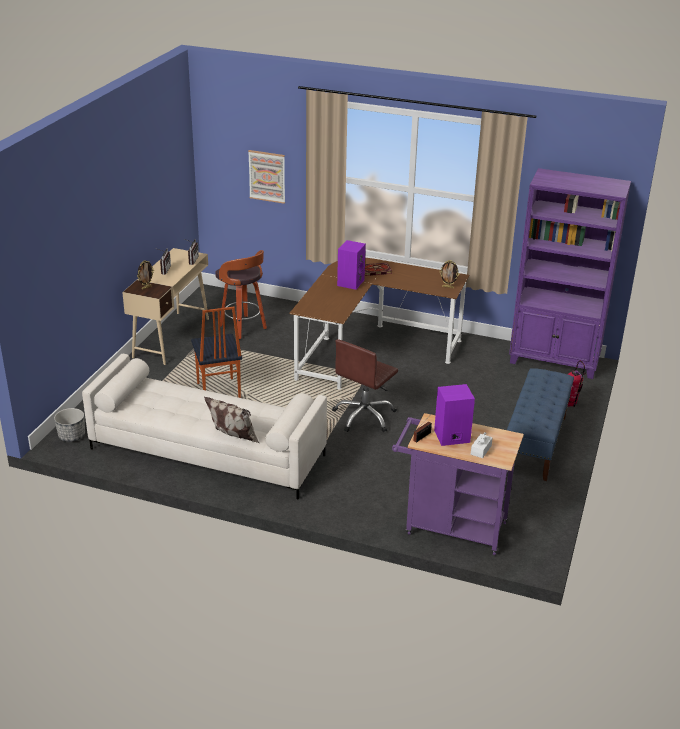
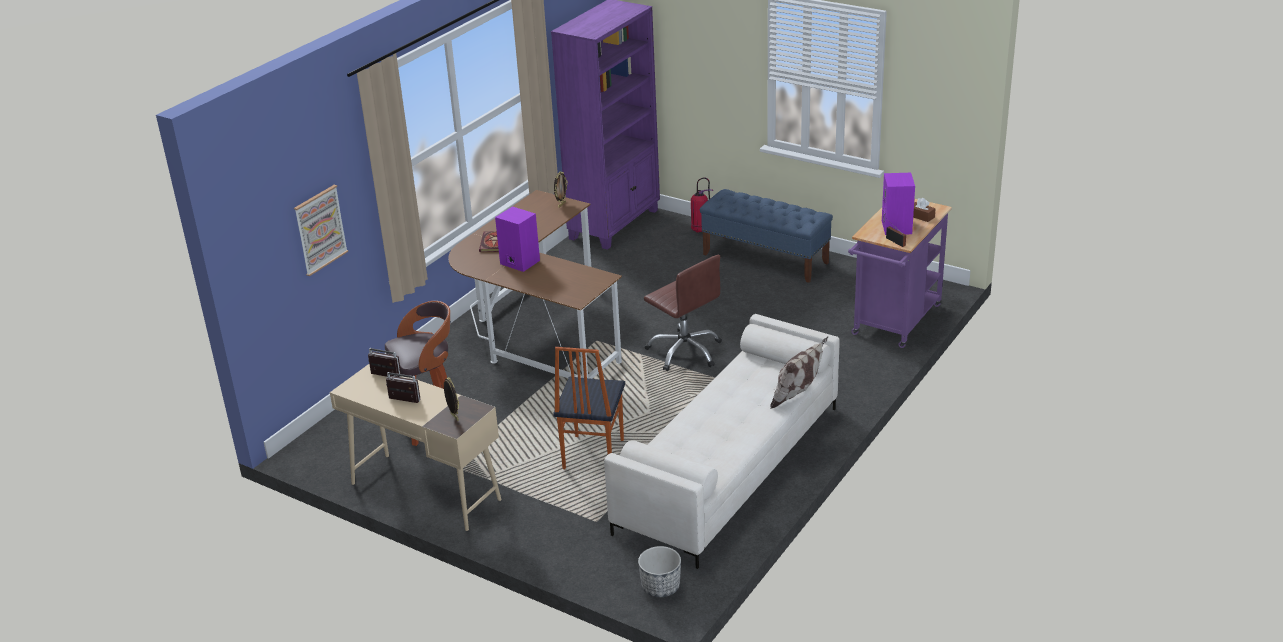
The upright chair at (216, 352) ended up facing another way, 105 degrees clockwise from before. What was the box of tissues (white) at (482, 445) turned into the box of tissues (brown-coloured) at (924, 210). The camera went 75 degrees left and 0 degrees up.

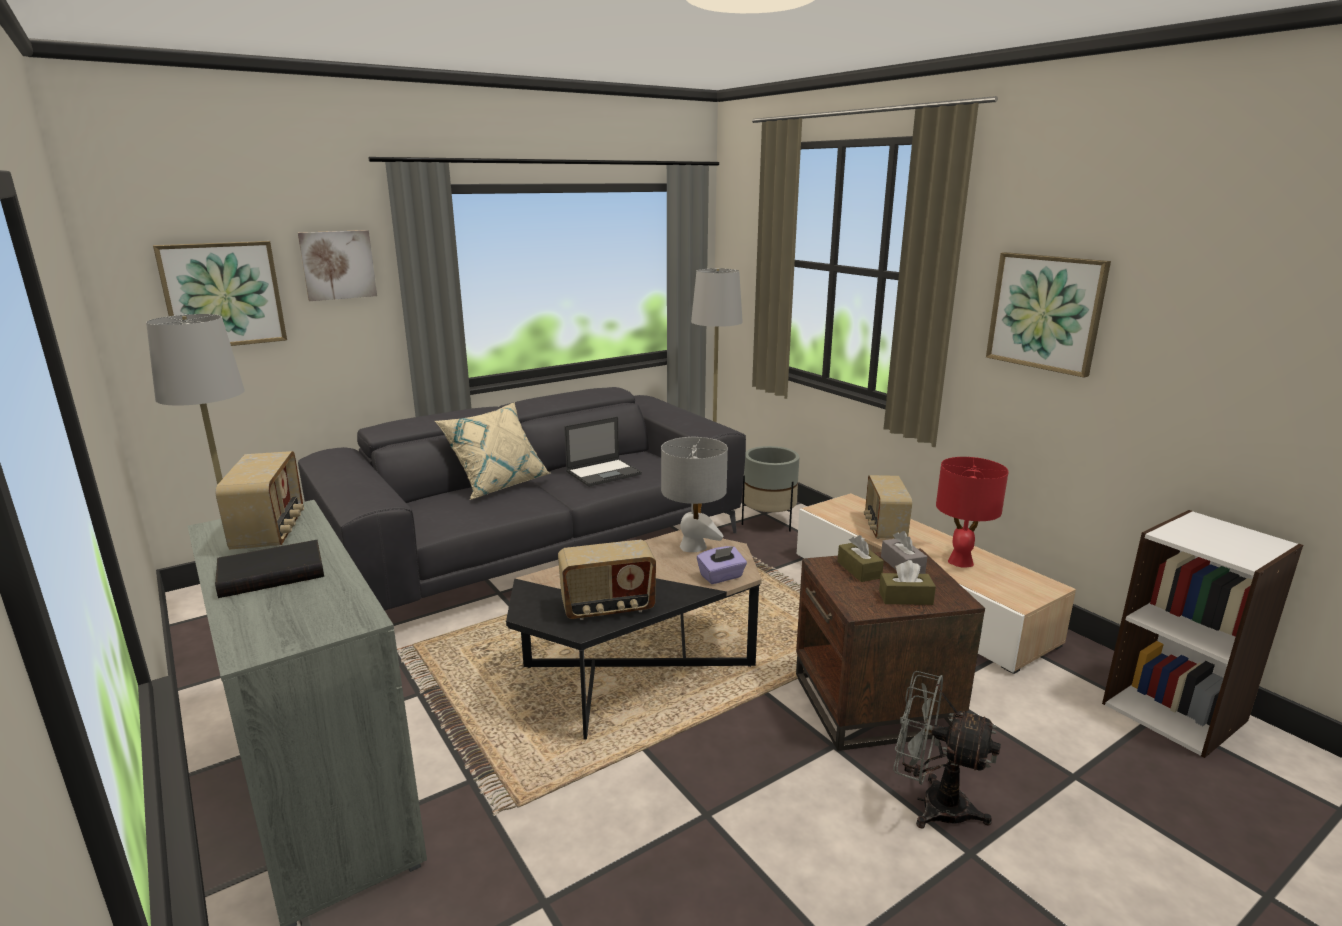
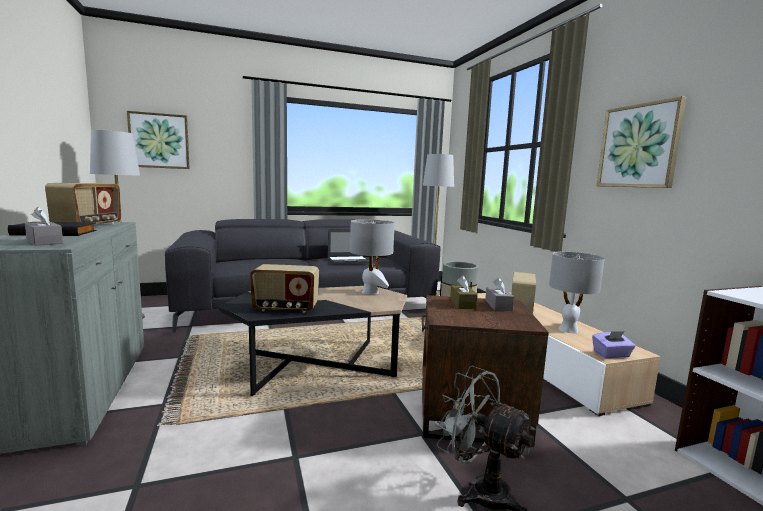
The second view lost the wall art at (337, 265). The second view lost the pillow (beige-coloured) at (492, 451). The box of tissues (purplish) ended up elsewhere, having gone from (722, 565) to (614, 344). The second view lost the box of tissues (brown-coloured) at (907, 582). What was the table lamp (red-coloured) at (972, 512) turned into the table lamp (greyish) at (577, 292). The second view gained the box of tissues (greyish) at (44, 226). The camera went 15 degrees right and 10 degrees down.

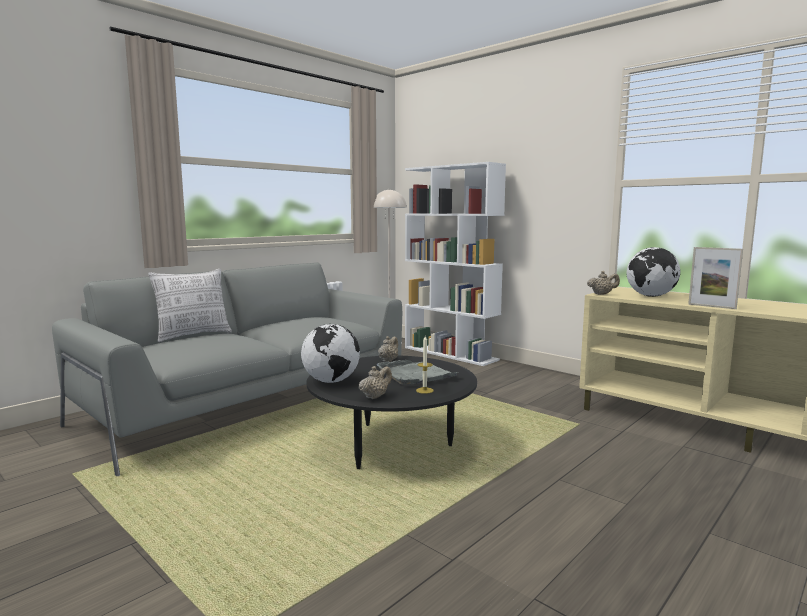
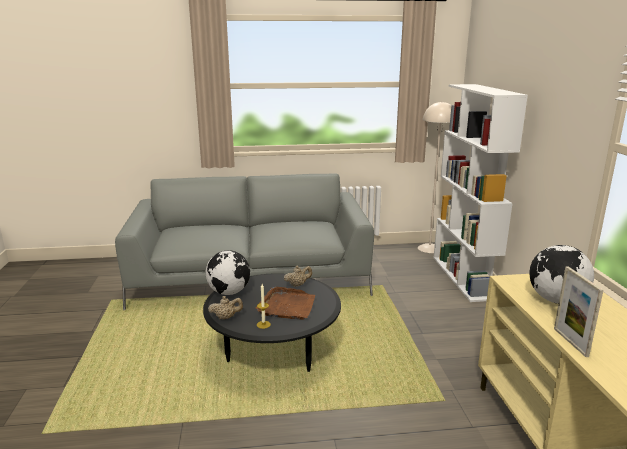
The second view lost the pillow at (190, 305). What was the carrying tray (greyish) at (418, 372) turned into the carrying tray (brown-coloured) at (285, 303). The second view lost the teapot (beige-coloured) at (603, 283). The camera went 40 degrees right and 10 degrees up.

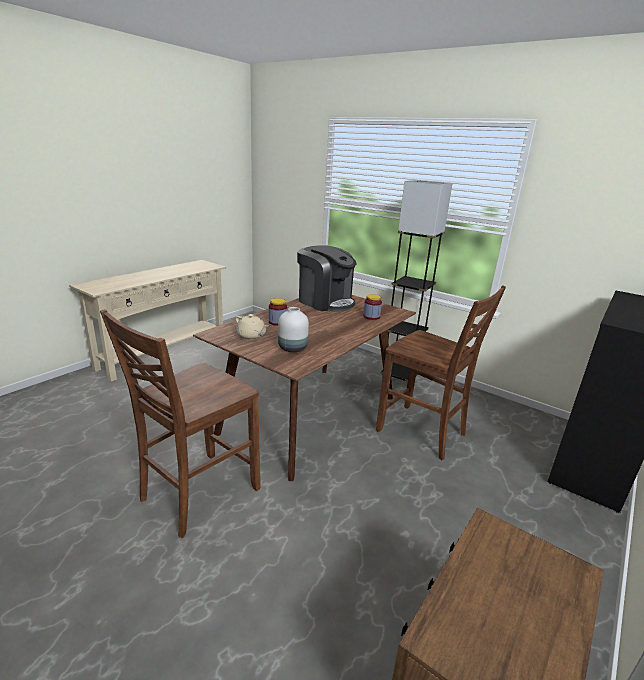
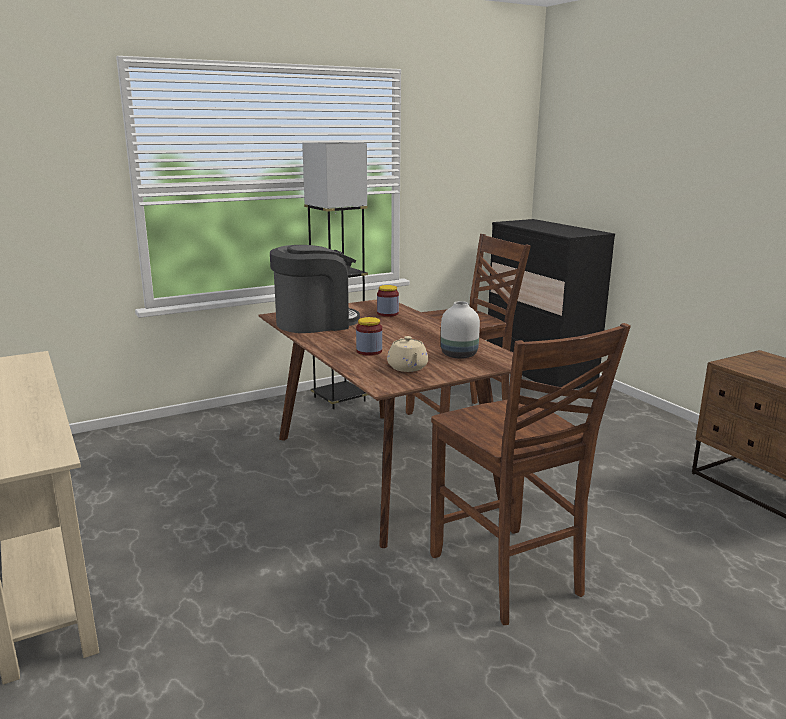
The teapot (beige-coloured) at (252, 327) ended up facing another way, 105 degrees clockwise from before. The camera went 65 degrees left and 5 degrees down.

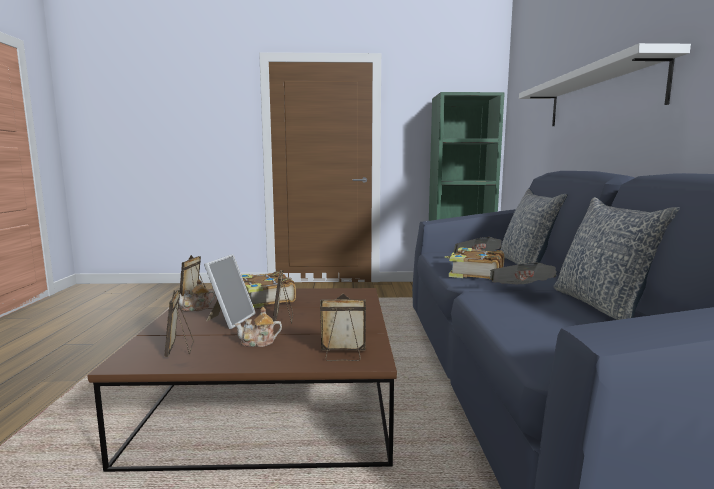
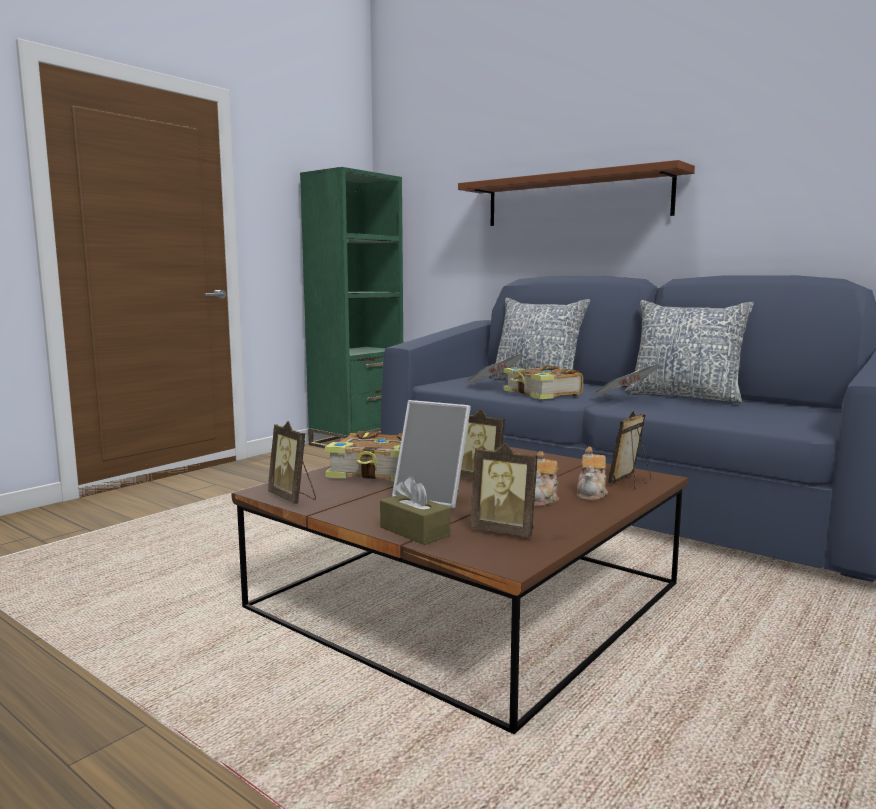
The teapot ended up elsewhere, having gone from (197, 295) to (592, 474). The picture frame at (230, 291) ended up facing another way, 150 degrees clockwise from before. What was the shelf (white) at (605, 84) turned into the shelf (brown-coloured) at (576, 193). The second view gained the box of tissues (brown-coloured) at (415, 510). The camera went 50 degrees left and 0 degrees up.

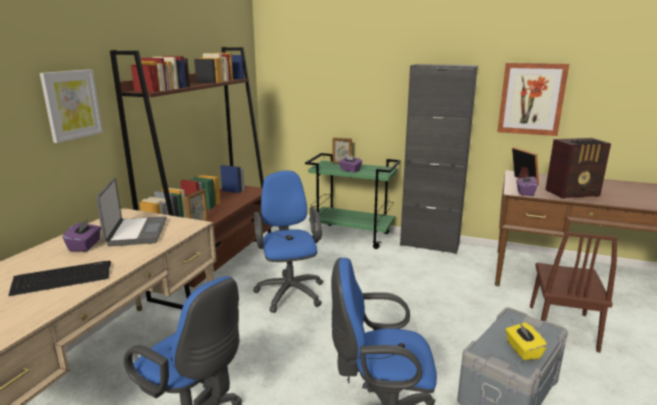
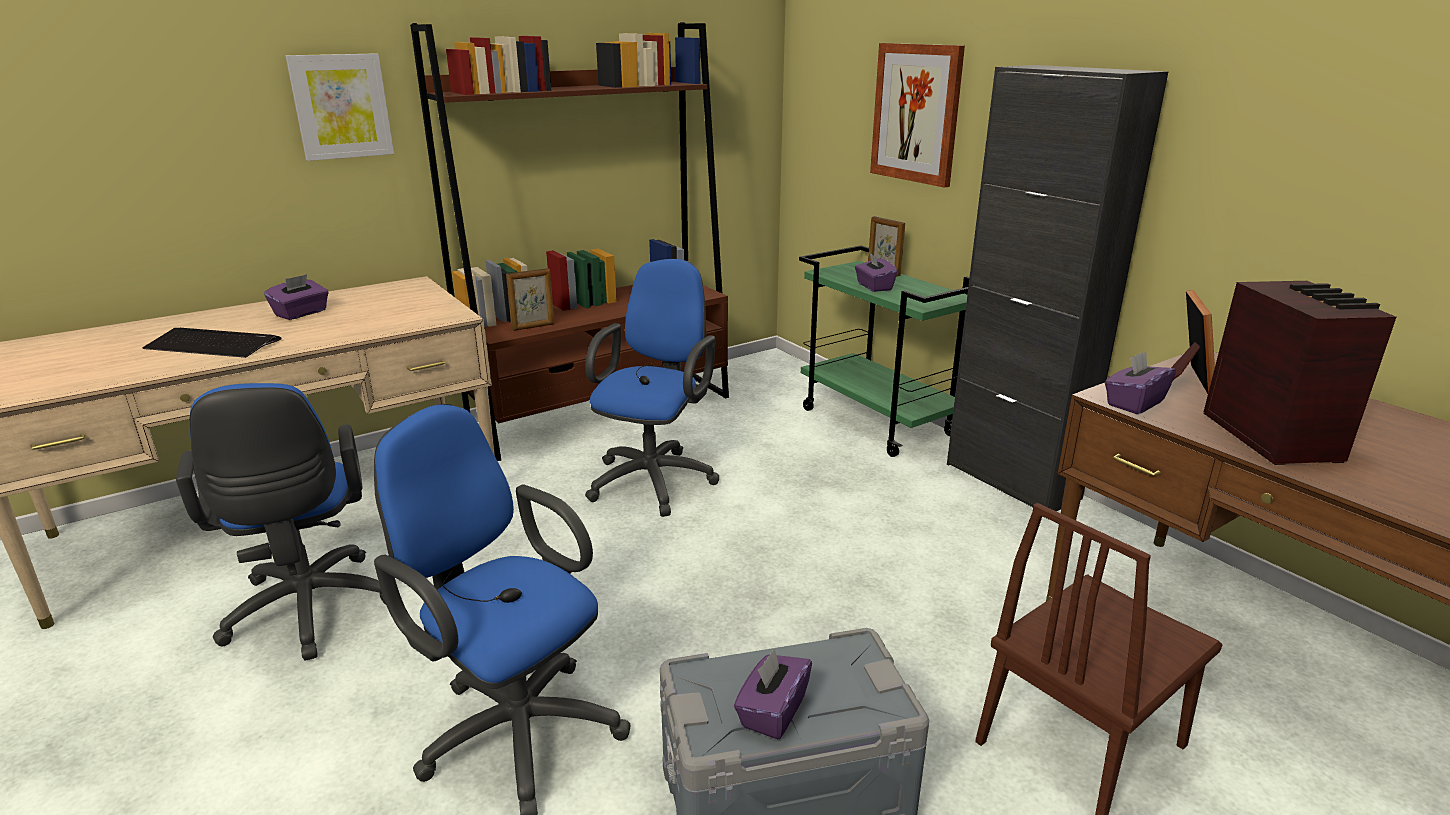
The second view lost the laptop at (131, 212). The wall art ended up elsewhere, having gone from (533, 99) to (917, 115). What was the box of tissues (yellowish) at (526, 341) turned into the box of tissues (purplish) at (773, 694). The radio set at (578, 168) ended up facing another way, 120 degrees counterclockwise from before. The camera went 35 degrees right and 5 degrees up.

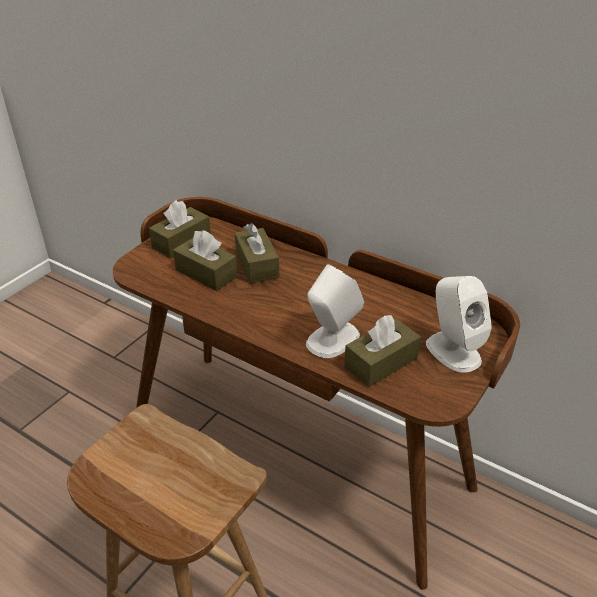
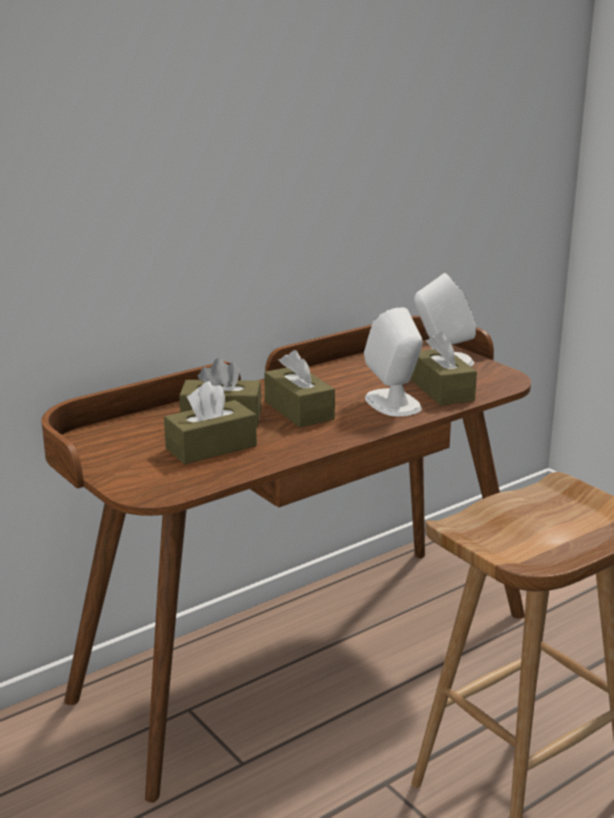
The box of tissues (brown-coloured) ended up elsewhere, having gone from (180, 229) to (299, 388). The camera went 70 degrees left and 15 degrees down.

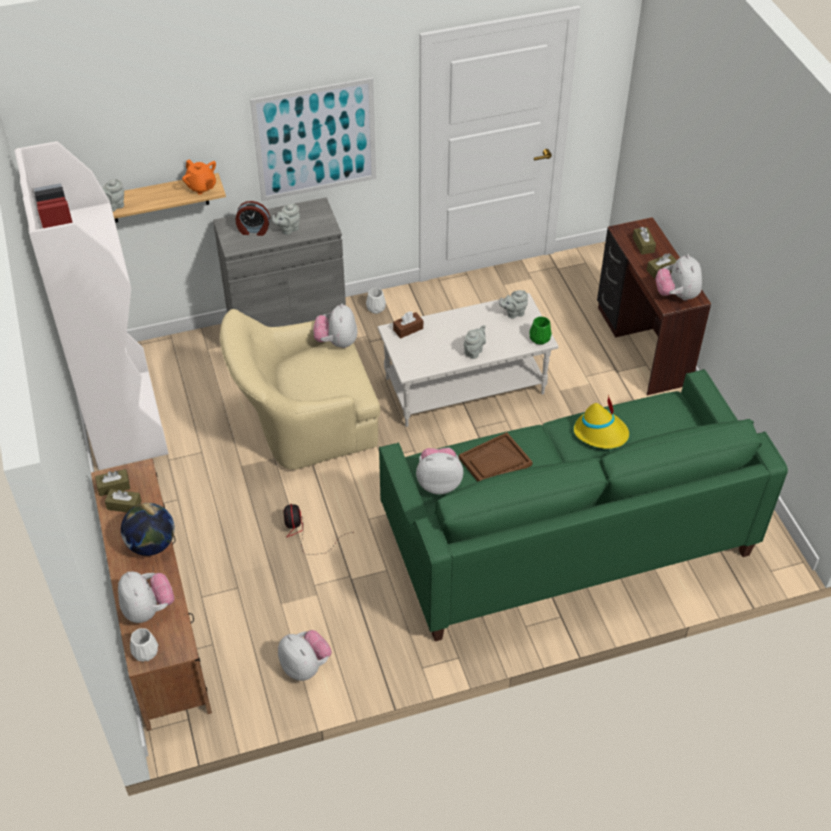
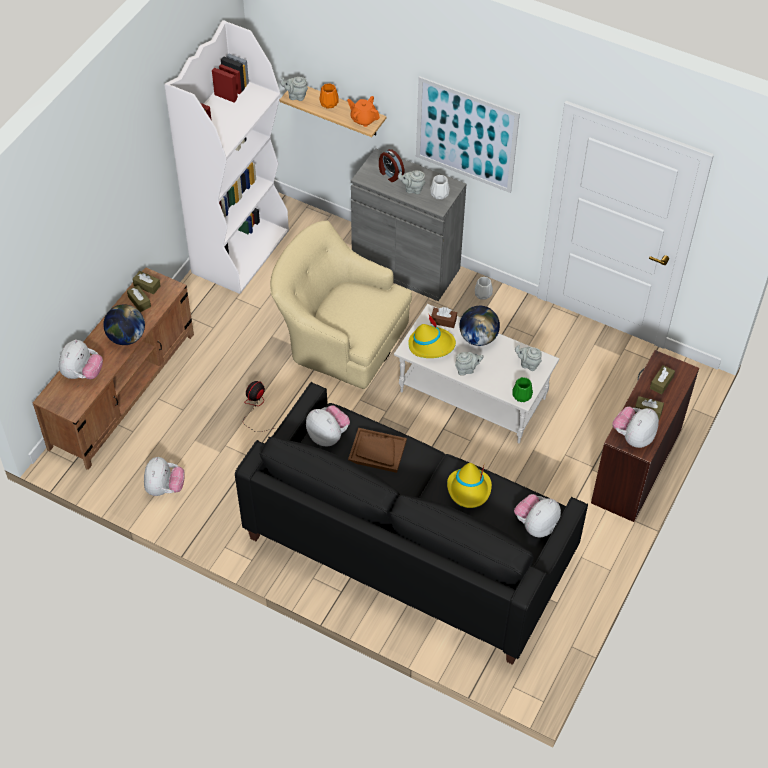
The vase (white) ended up elsewhere, having gone from (144, 645) to (440, 187). The teapot (orange-coloured) at (199, 177) ended up facing another way, 120 degrees clockwise from before. The plush toy ended up elsewhere, having gone from (335, 325) to (537, 515). What was the couch (green) at (583, 505) turned into the couch (black) at (411, 523). The second view gained the vase (orange-coloured) at (329, 96). The second view gained the clothing hat (yellowish) at (432, 336). The second view gained the world globe at (479, 326). The camera went 45 degrees right and 5 degrees up.

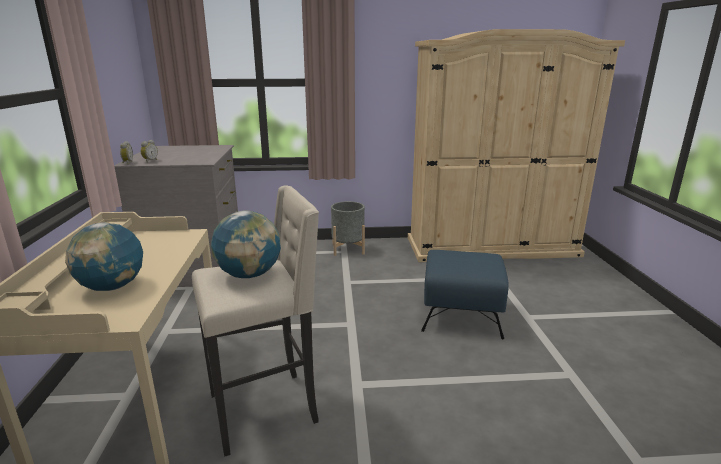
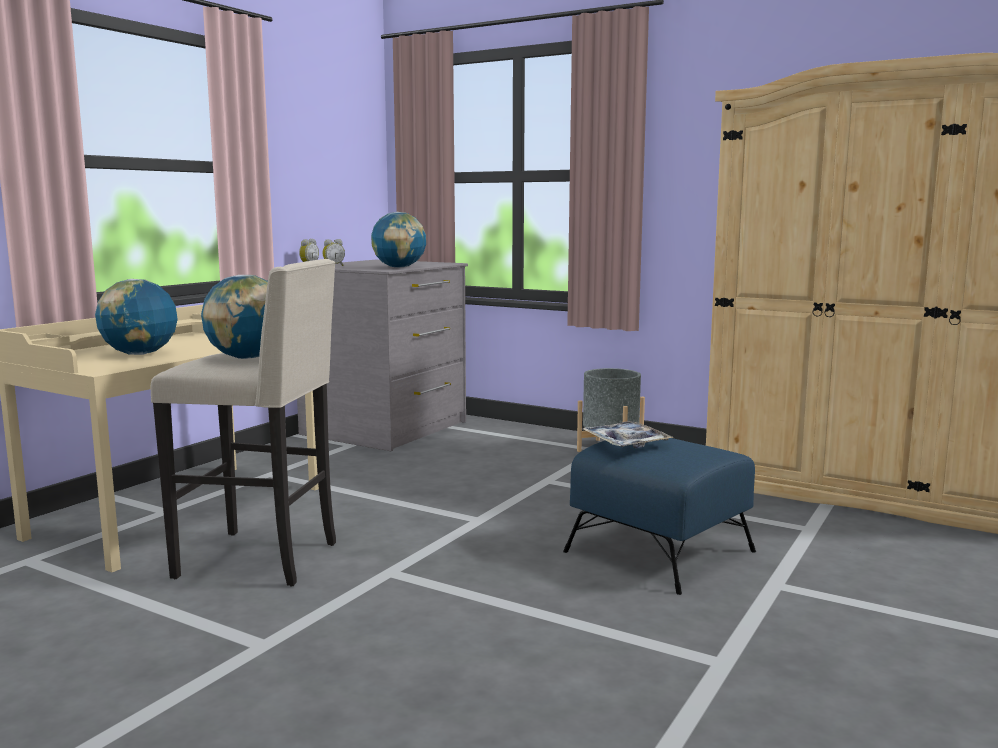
The second view gained the world globe at (398, 239). The second view gained the carrying tray at (628, 435). The camera went 35 degrees right and 10 degrees down.

